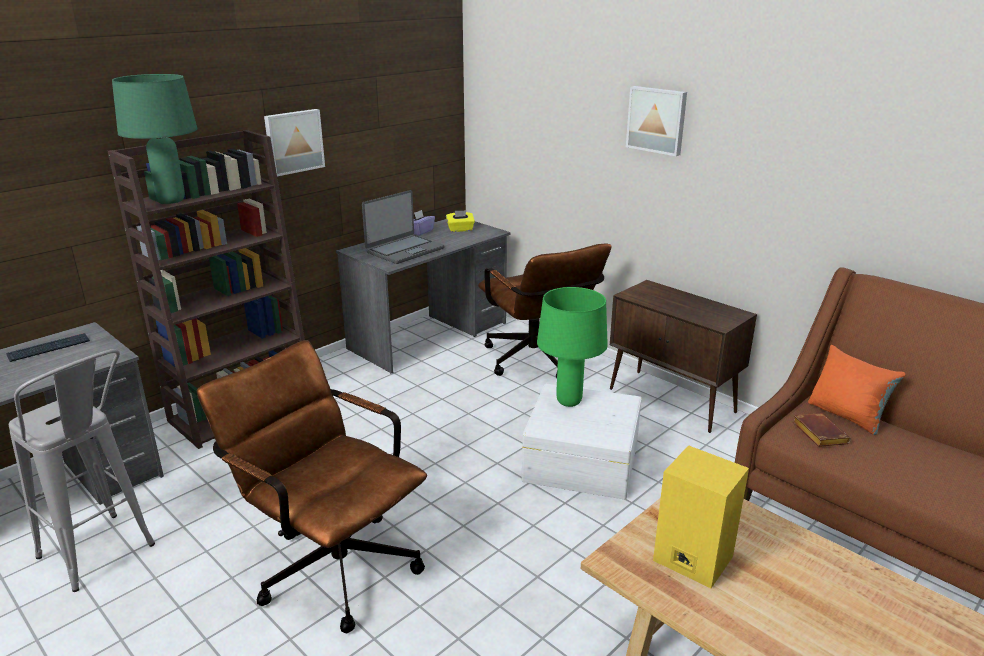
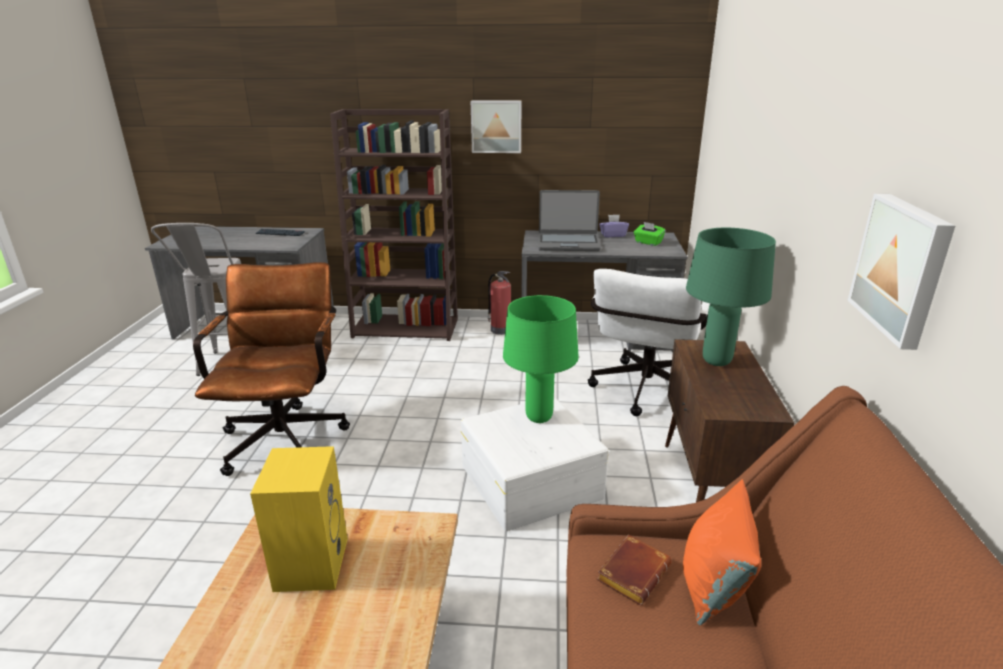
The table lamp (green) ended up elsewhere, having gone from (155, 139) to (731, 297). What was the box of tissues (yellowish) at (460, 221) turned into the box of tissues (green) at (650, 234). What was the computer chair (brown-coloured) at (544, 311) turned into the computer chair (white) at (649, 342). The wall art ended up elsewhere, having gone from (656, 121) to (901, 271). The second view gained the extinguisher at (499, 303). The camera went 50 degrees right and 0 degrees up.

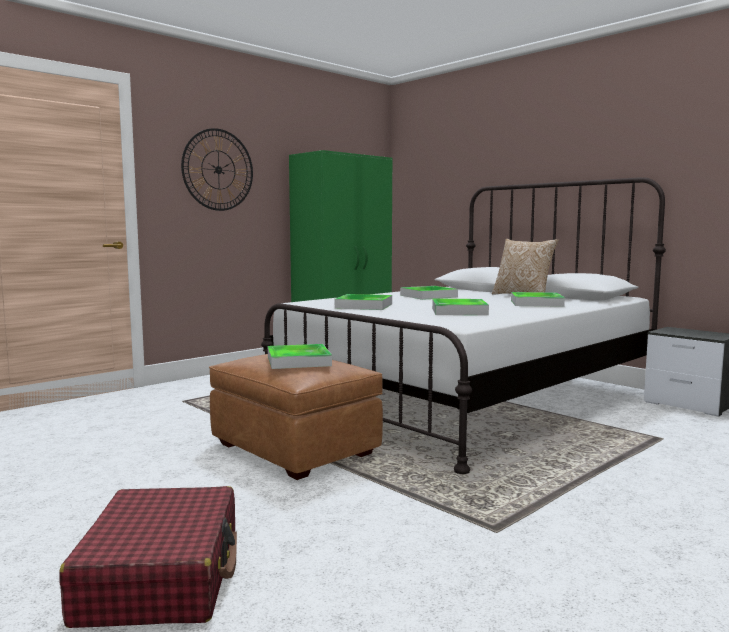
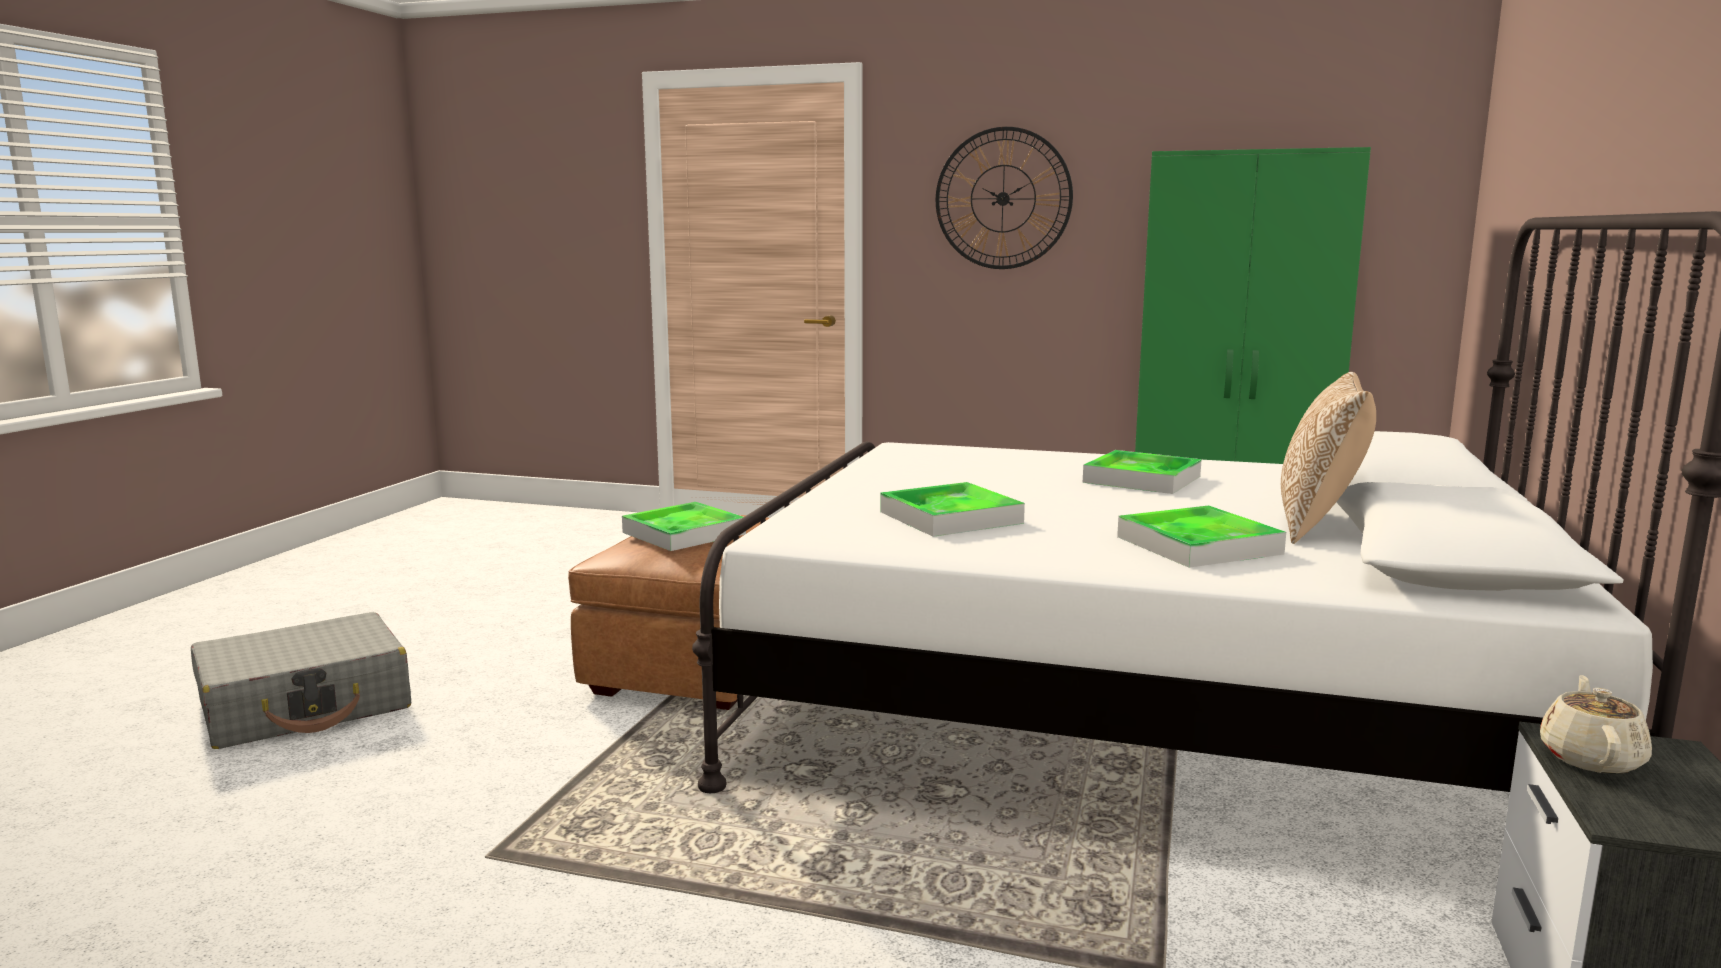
What was the suitcase (red-coloured) at (148, 557) turned into the suitcase (greyish) at (301, 680). The second view lost the carrying tray at (363, 302). The second view gained the teapot (beige-coloured) at (1596, 724). The camera went 60 degrees right and 5 degrees up.

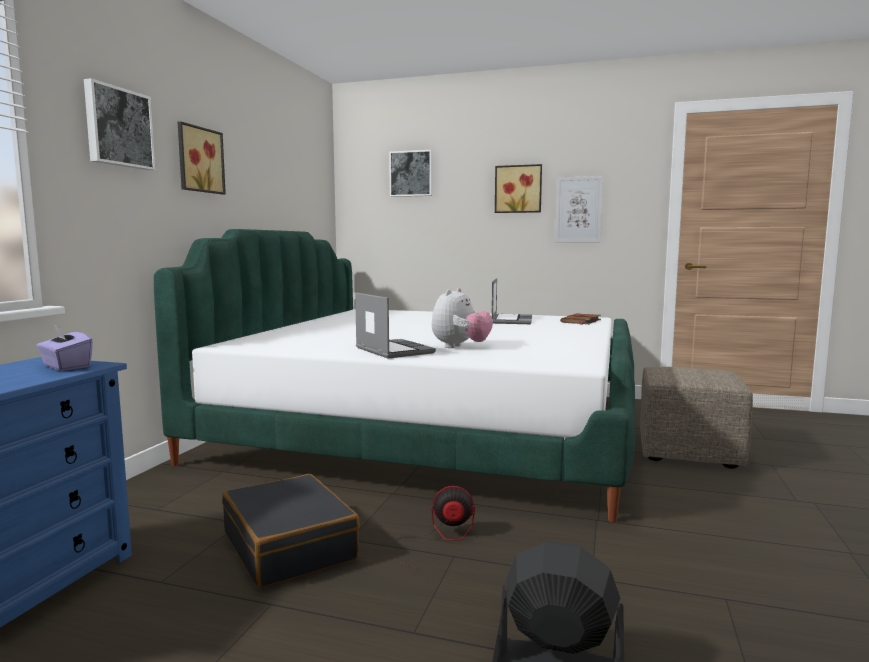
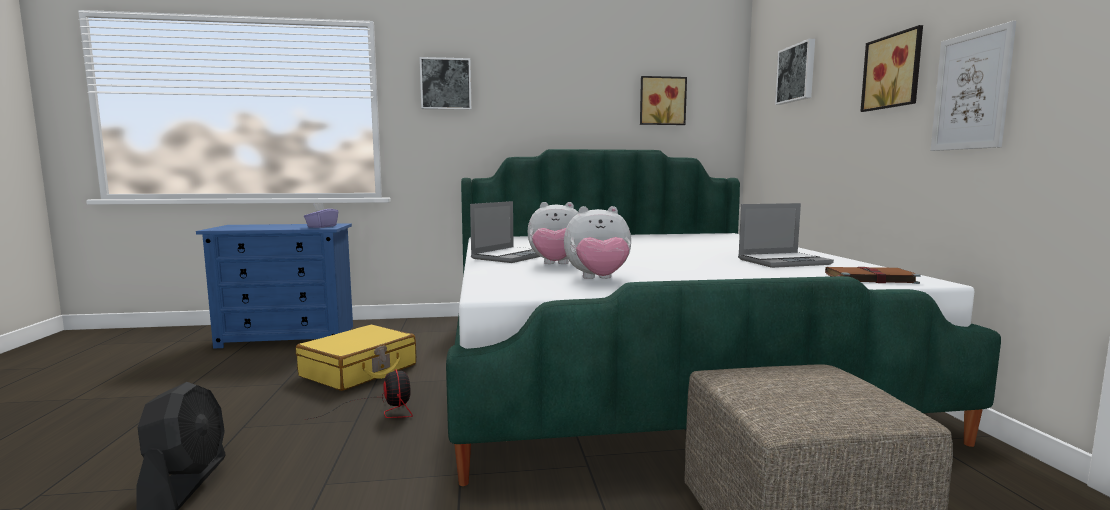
The wall art ended up elsewhere, having gone from (202, 157) to (663, 100). What was the suitcase (black) at (291, 531) turned into the suitcase (yellowish) at (356, 358). The second view gained the plush toy at (597, 242). The camera went 65 degrees right and 0 degrees up.

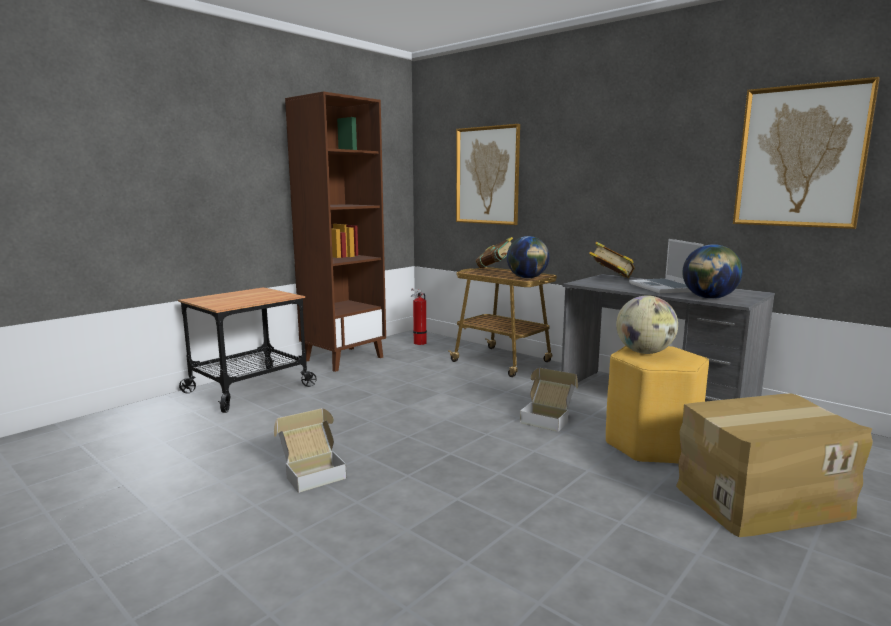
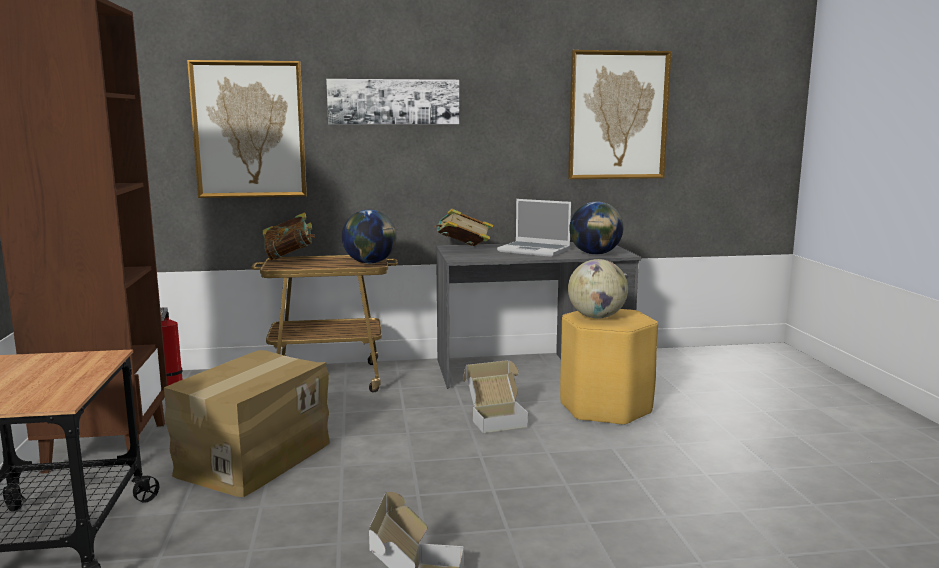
The cardboard box ended up elsewhere, having gone from (774, 465) to (247, 423). The second view gained the wall art at (392, 101). The camera went 50 degrees left and 0 degrees up.

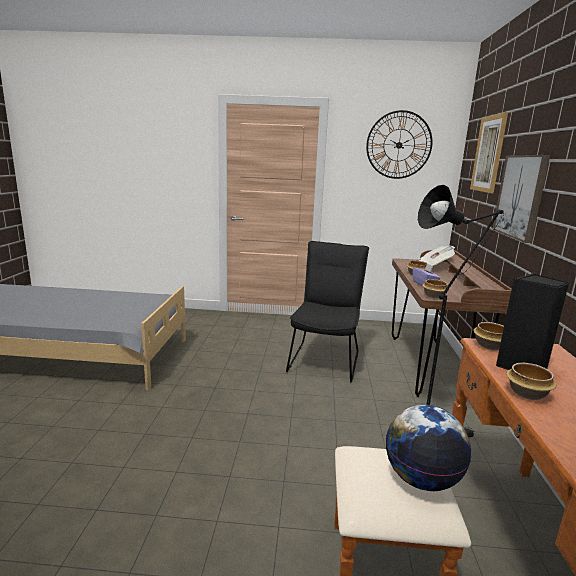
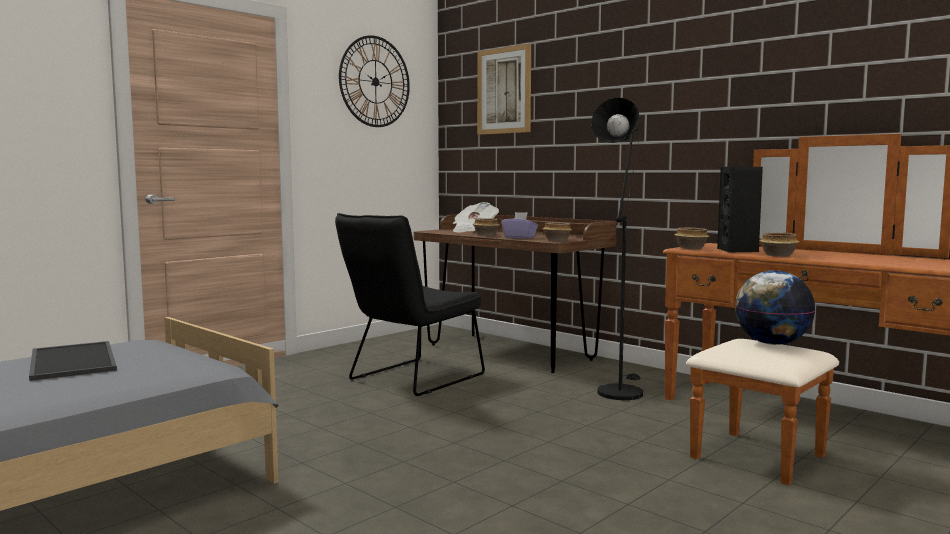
The upright chair (black) at (327, 312) ended up facing another way, 105 degrees counterclockwise from before. The second view lost the wall art at (521, 199). The second view gained the carrying tray at (73, 361). The camera went 50 degrees left and 10 degrees down.

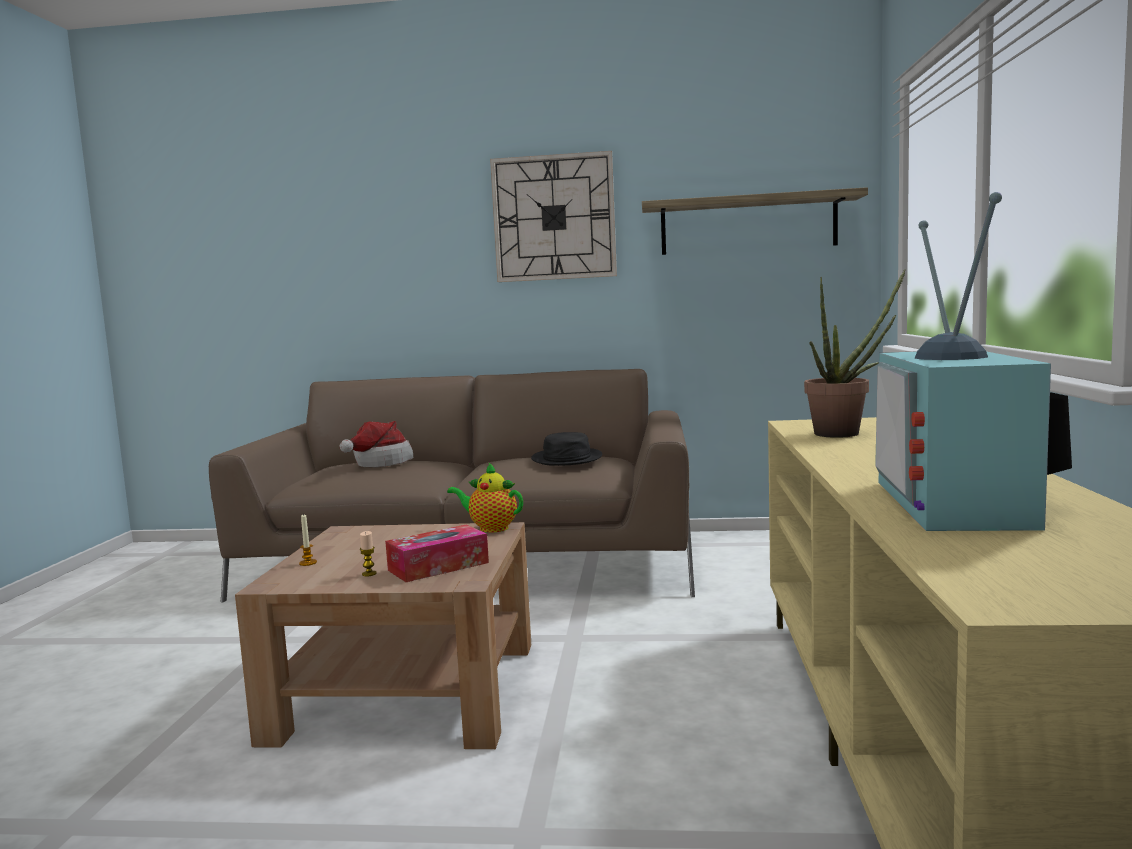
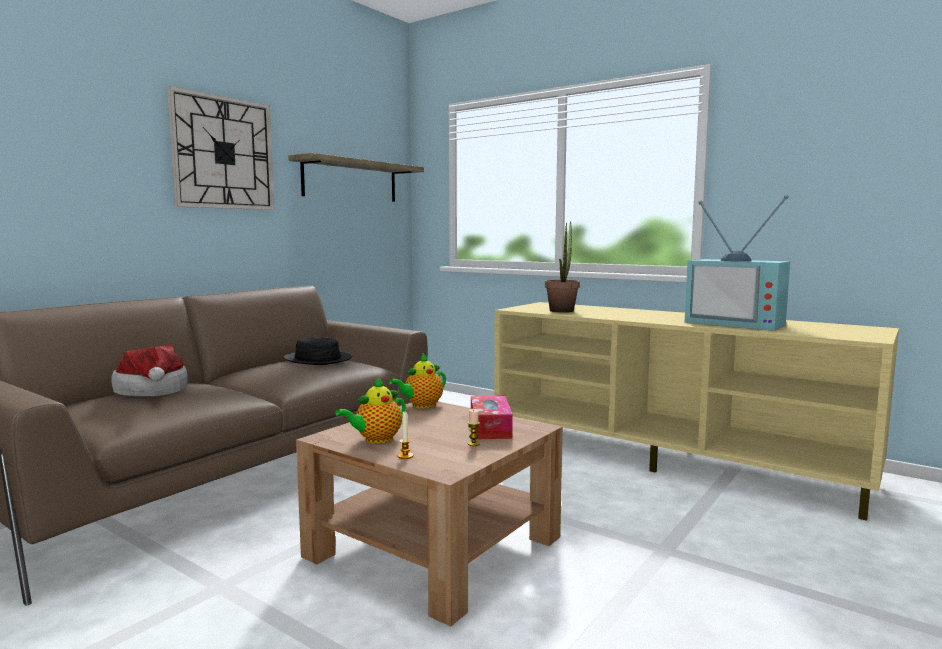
The second view gained the teapot at (370, 410). The camera went 60 degrees left and 0 degrees up.

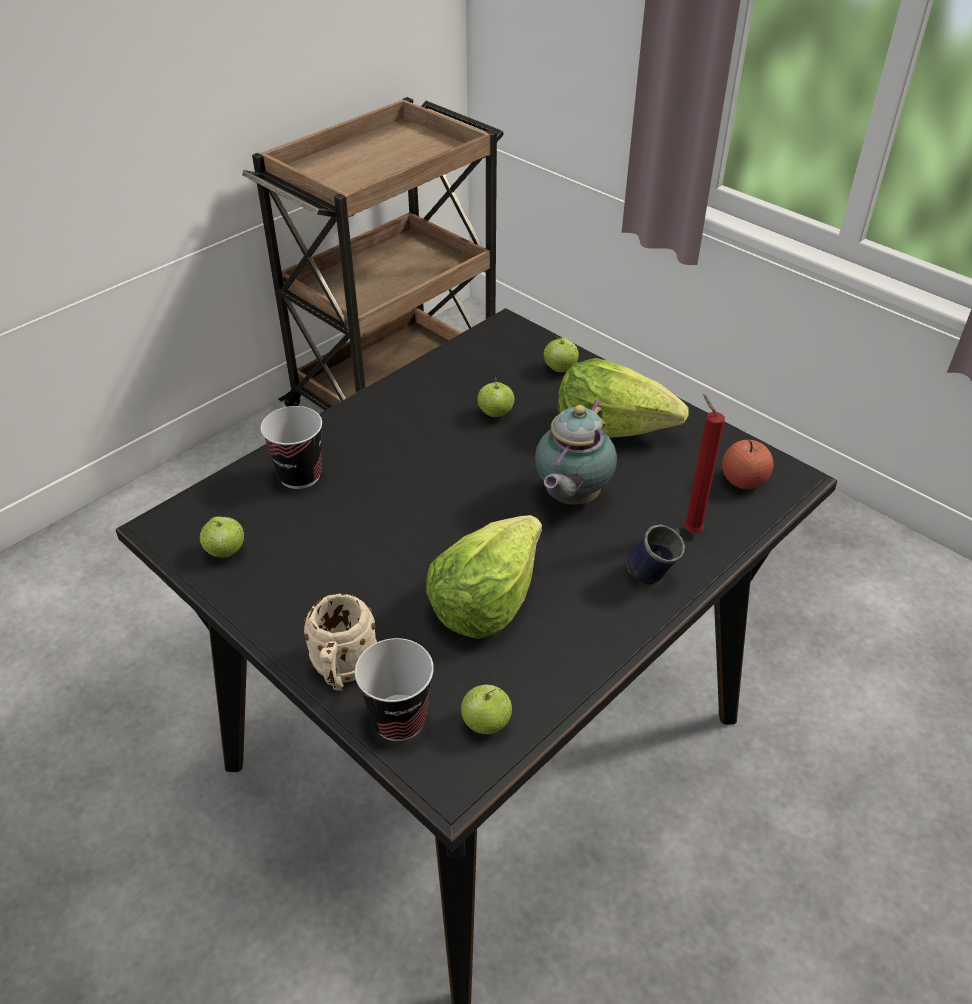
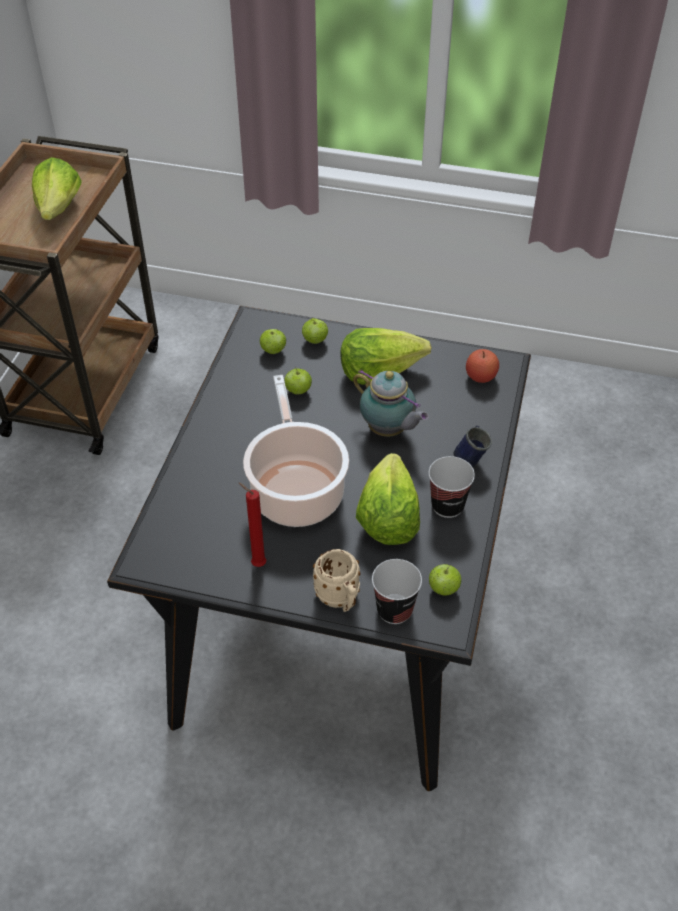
The whole apple ended up elsewhere, having gone from (222, 537) to (273, 341). The small cup ended up elsewhere, having gone from (291, 447) to (452, 487). The teapot at (576, 452) ended up facing another way, 45 degrees counterclockwise from before. The wax candle (red-coloured) ended up elsewhere, having gone from (704, 463) to (252, 524). The second view gained the lettuce head at (57, 188). The second view gained the stockpot at (296, 451). The camera went 30 degrees left and 5 degrees up.

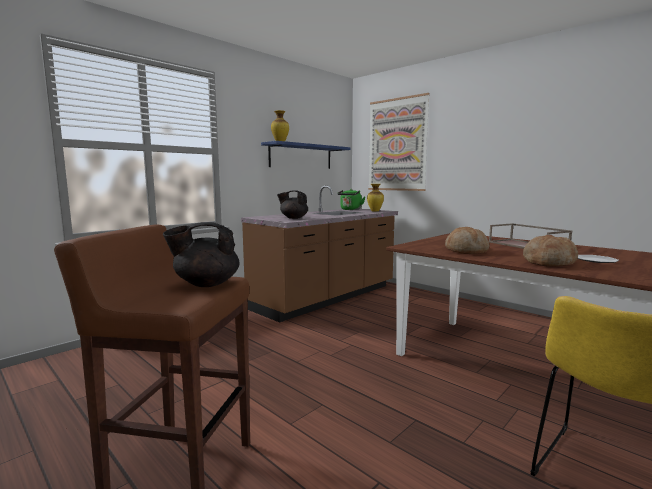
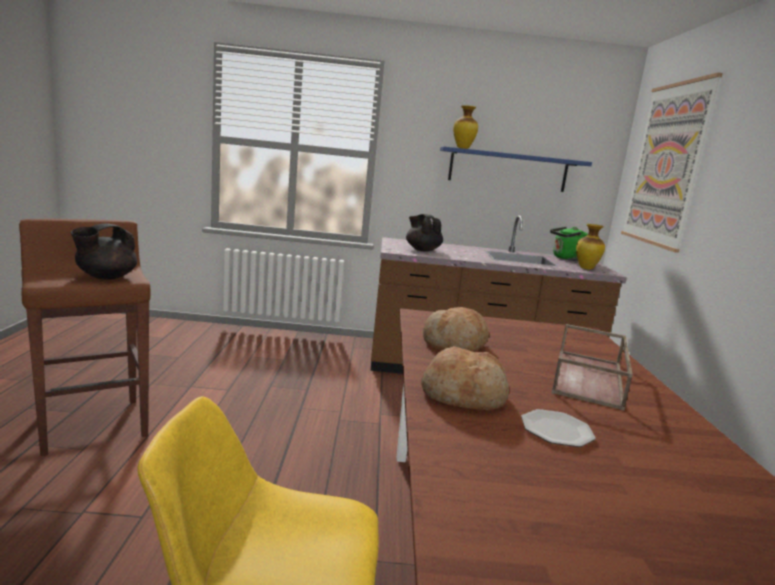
The teapot (black) at (201, 254) ended up facing another way, 90 degrees counterclockwise from before. The camera went 45 degrees right and 5 degrees up.

